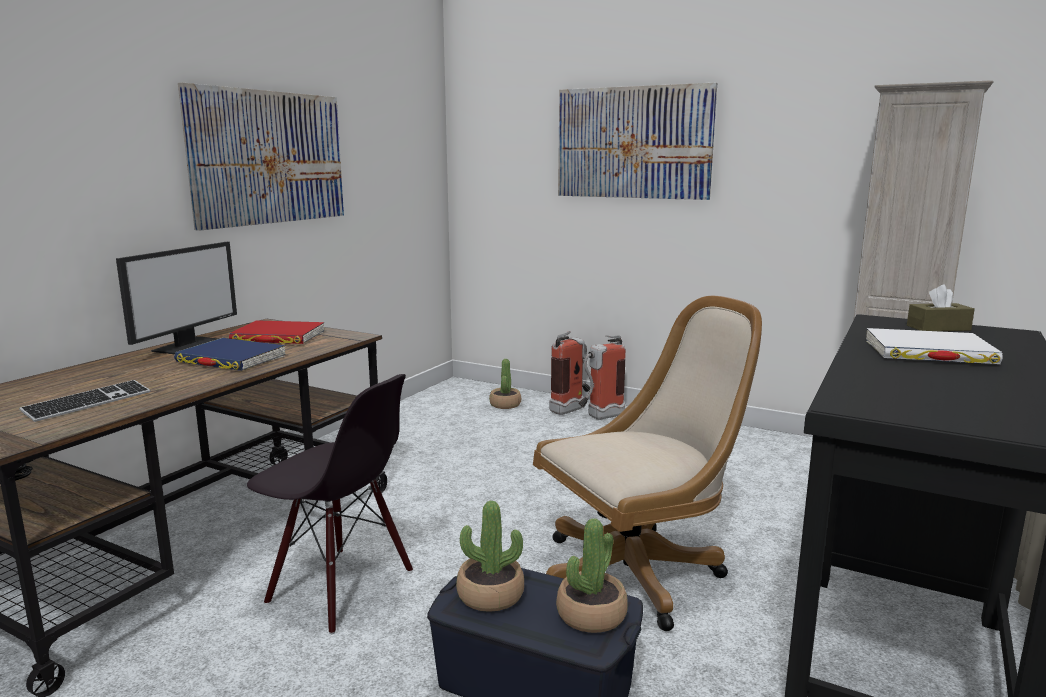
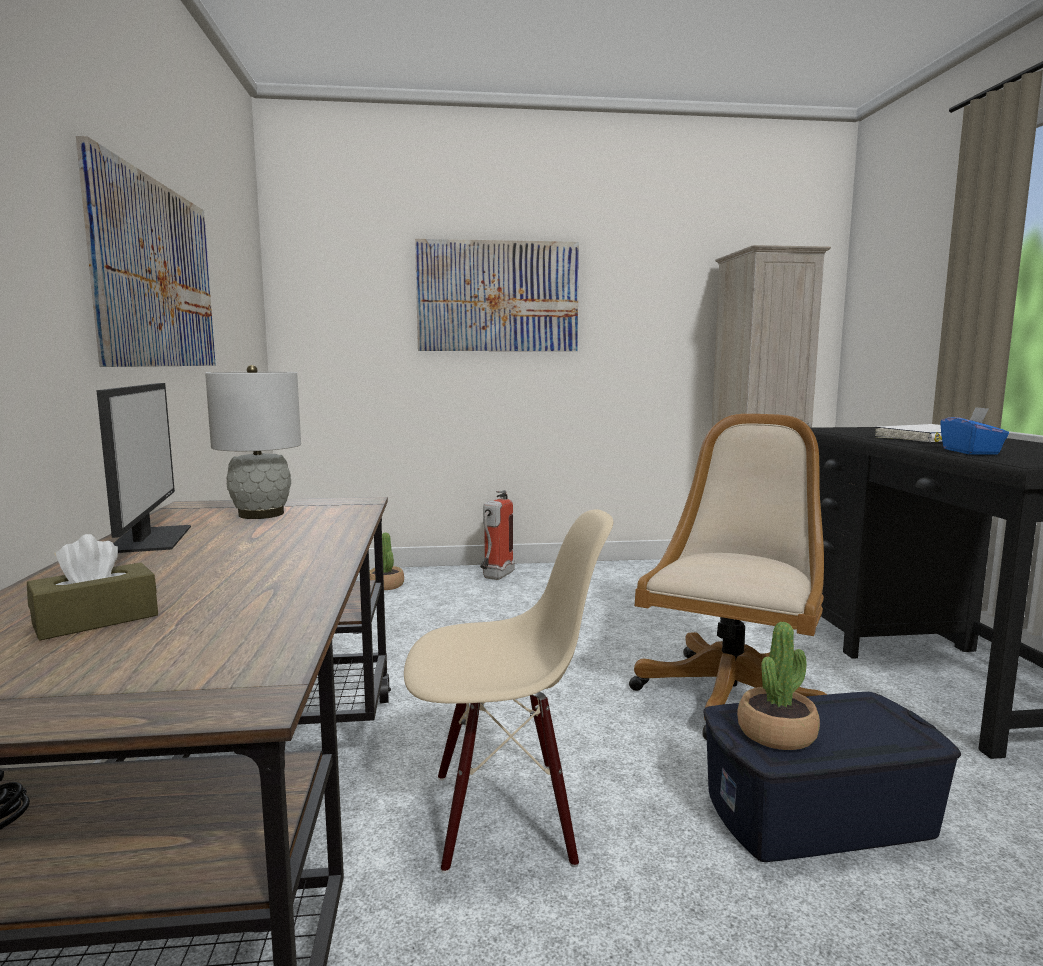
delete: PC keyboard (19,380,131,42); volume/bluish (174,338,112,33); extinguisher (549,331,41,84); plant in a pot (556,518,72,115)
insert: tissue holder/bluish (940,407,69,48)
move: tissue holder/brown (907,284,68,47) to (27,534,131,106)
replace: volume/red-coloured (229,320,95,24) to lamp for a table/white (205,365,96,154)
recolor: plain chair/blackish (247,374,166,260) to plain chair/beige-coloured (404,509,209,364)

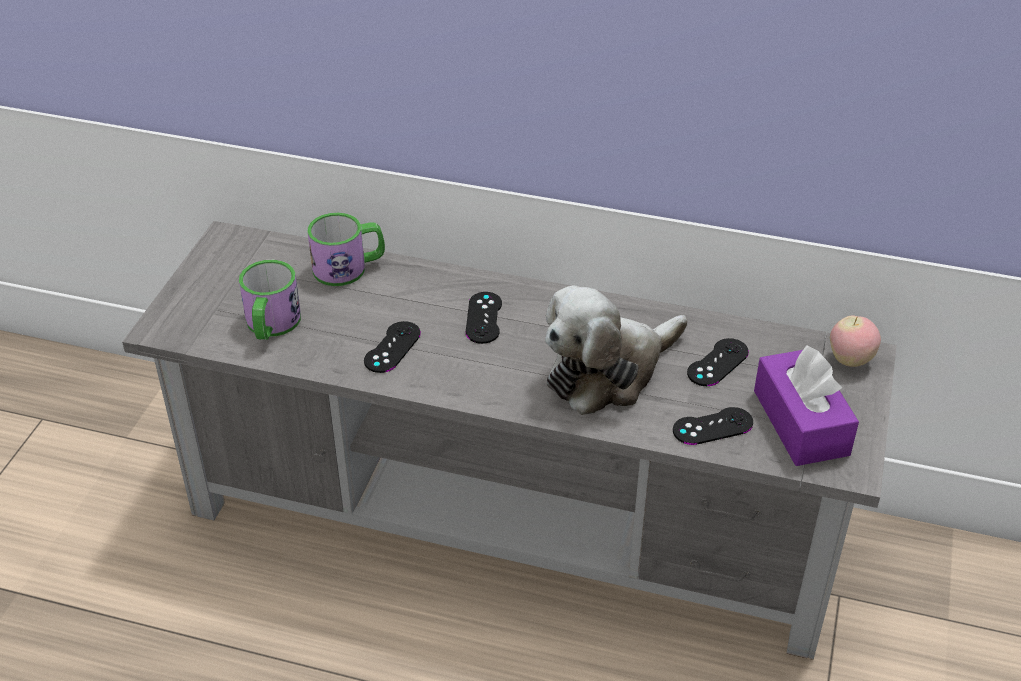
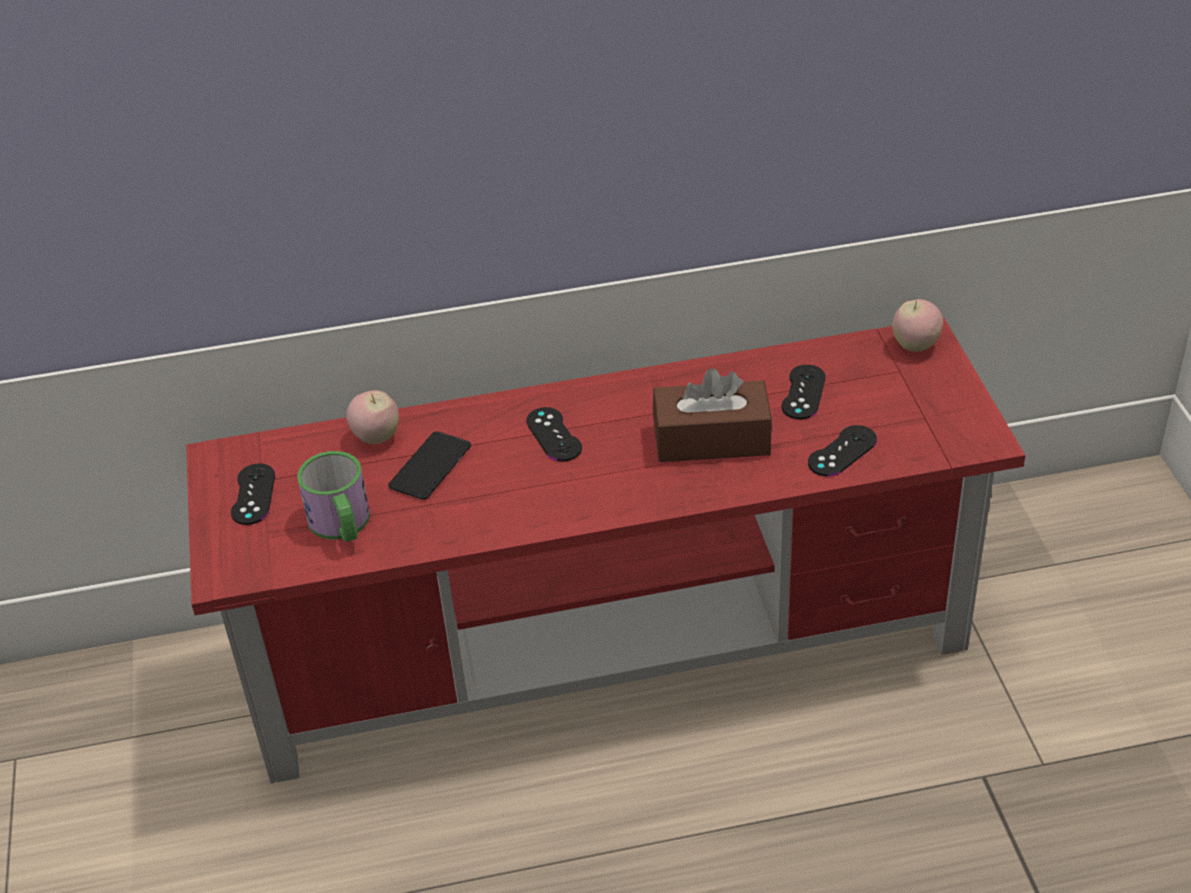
delete: tissue holder/purple-coloured (754,345,105,121)
insert: handset (388,432,83,68)
move: gamepad/blackish (364,321,57,52) to (231,463,44,62)
replace: tea mug (308,213,77,73) to apple (346,390,53,54); soft toy (545,285,142,130) to tissue holder/brown (653,368,119,94)
recolor: tv unit/gray (122,221,775,439) to tv unit/red-coloured (186,317,840,466)

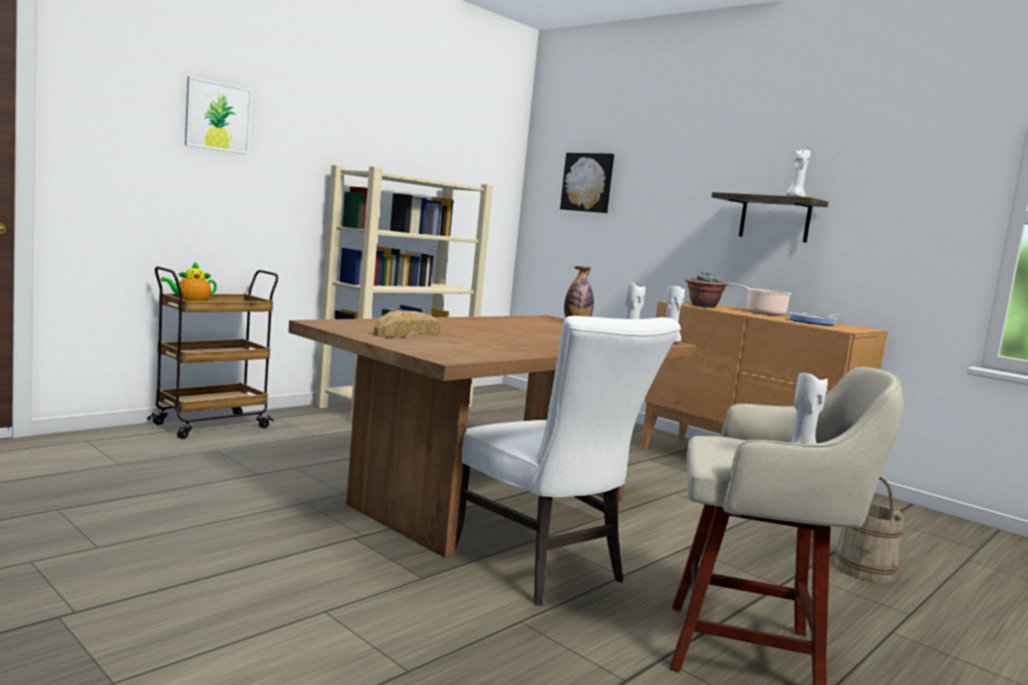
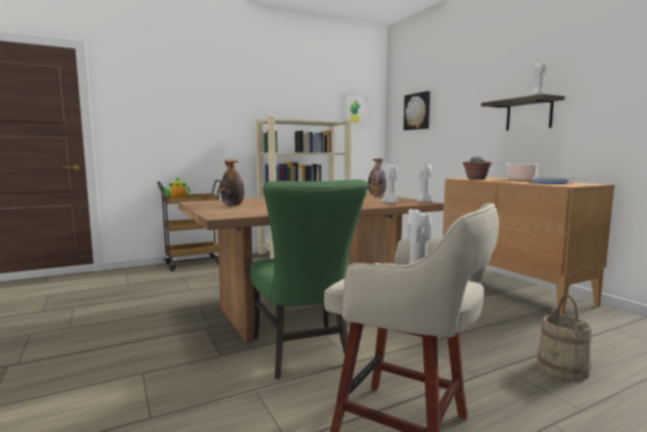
move: wall art (185,76,67,79) to (342,94,25,30)
replace: bakery bread (374,311,66,27) to drink bottle (220,159,24,47)
recolor: plain chair/white (455,316,226,290) to plain chair/green (250,179,119,200)

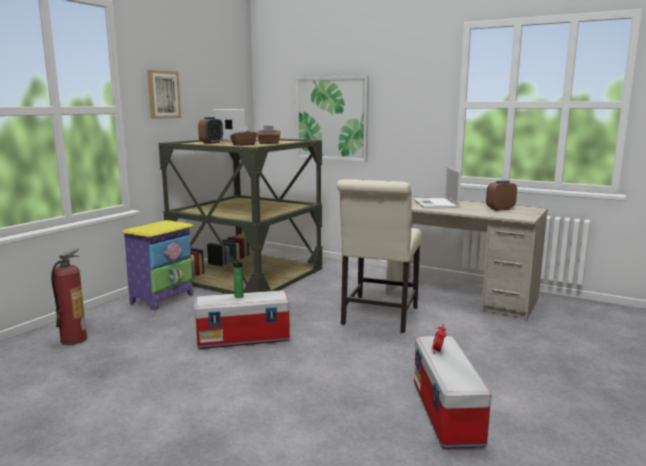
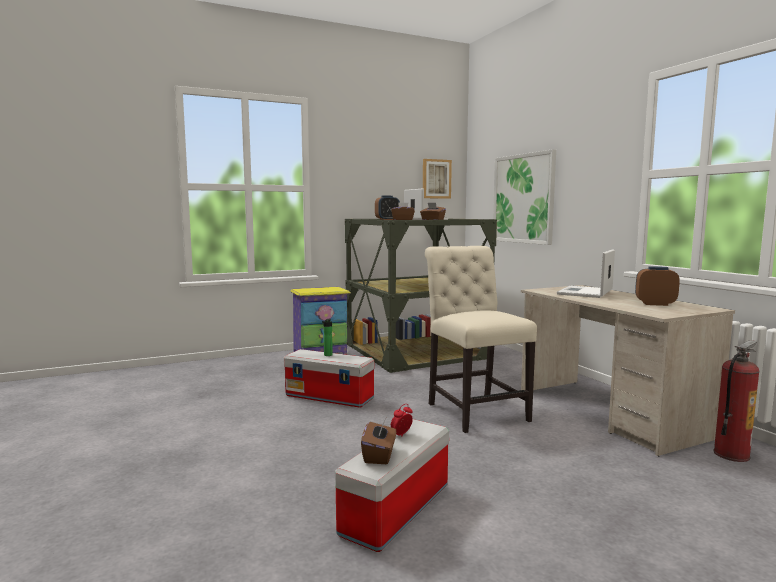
insert: tissue holder/brown (361,418,35,46)
move: extinguisher (51,248,36,97) to (714,340,45,122); wall art (147,70,34,49) to (423,159,29,40)
rotate: plain chair/beige-coloured (337,180,85,153) = (425,246,112,187) 105 degrees clockwise

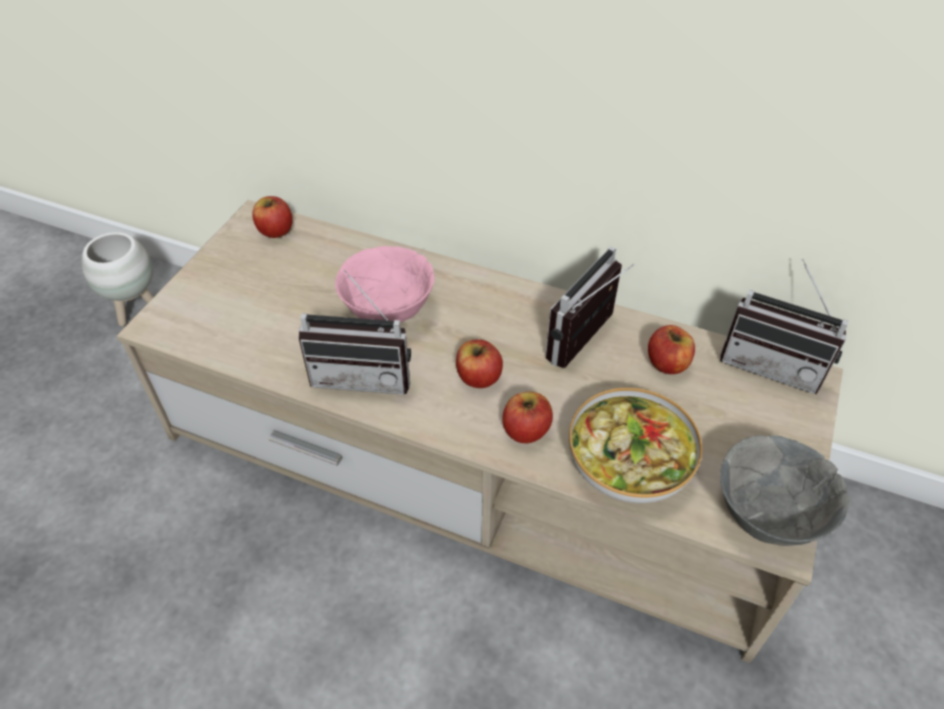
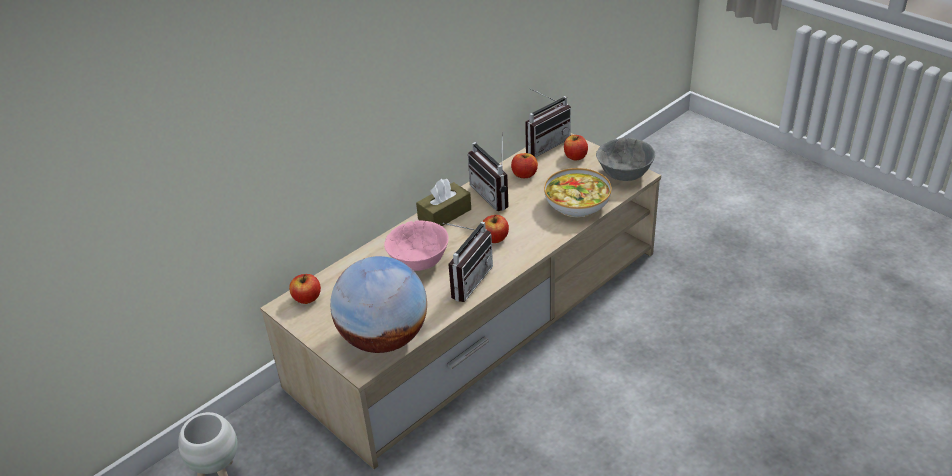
insert: globe (330,256,97,97); tissue holder/brown (416,179,55,47)
move: apple (502,392,51,51) to (564,135,24,26)

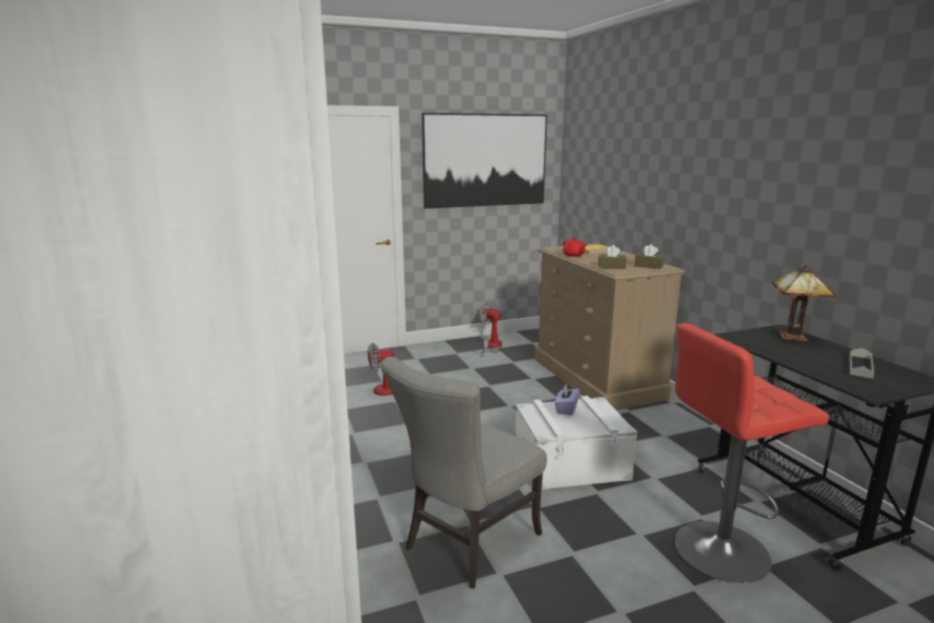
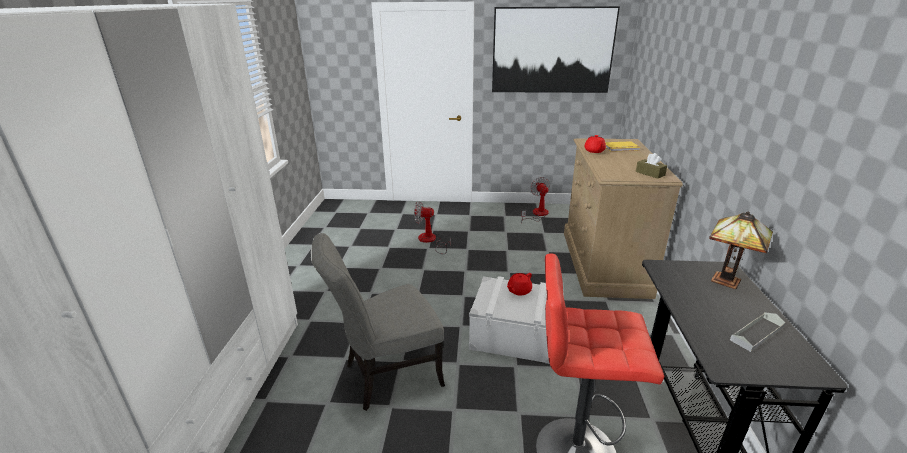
delete: tissue holder/brown (598,245,28,24)
replace: tissue holder/purple-coloured (555,385,24,30) to teapot/red-coloured (507,273,25,23)

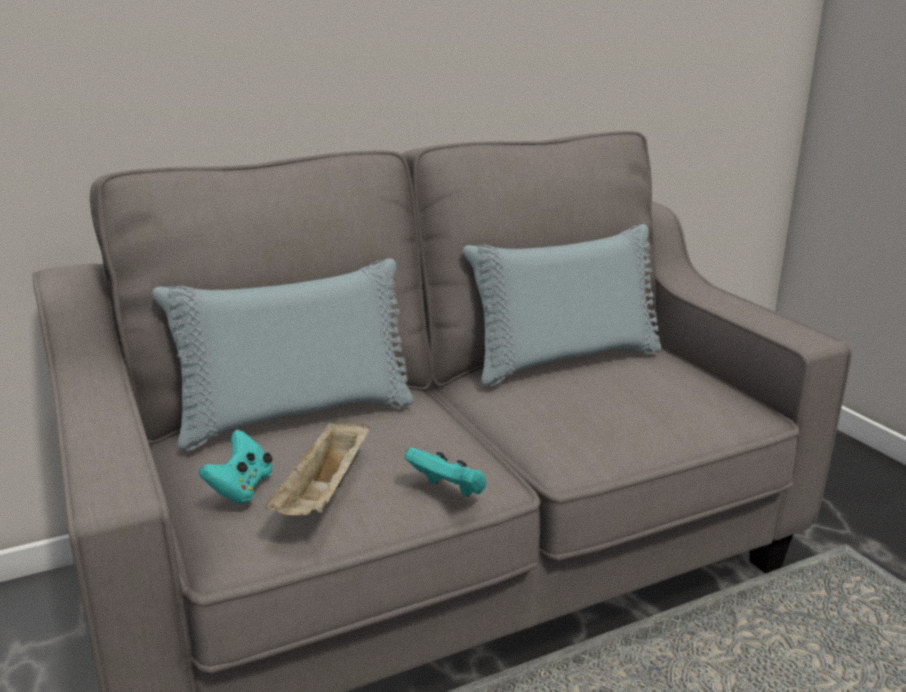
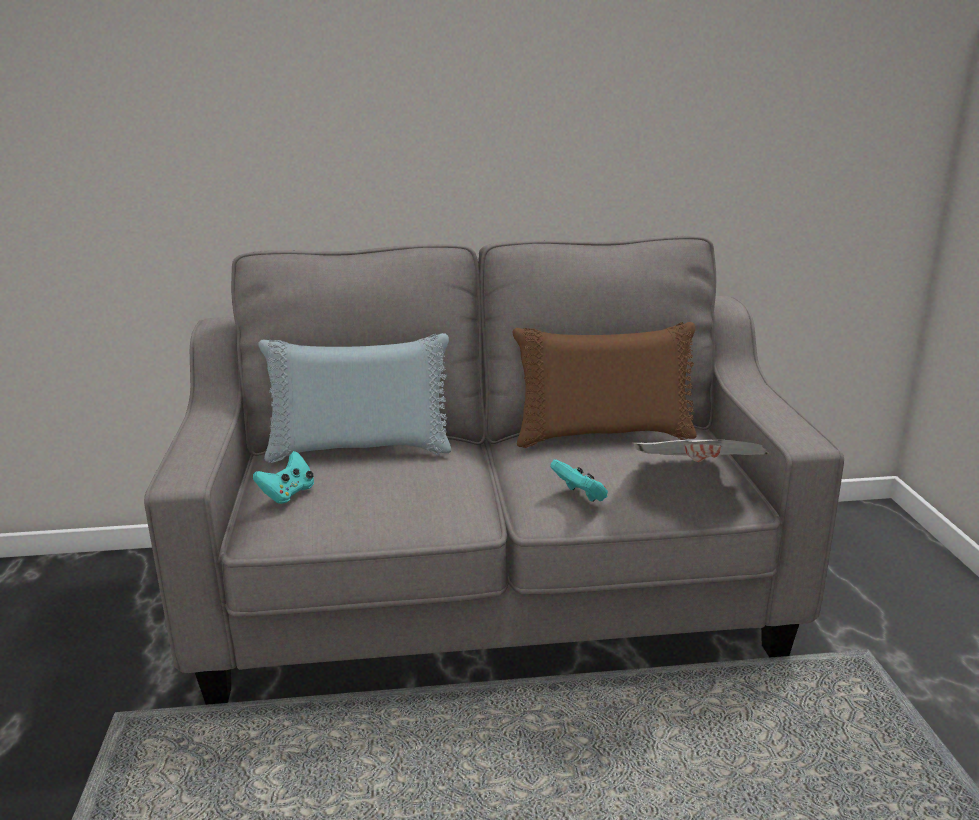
delete: tray/beige-coloured (265,418,105,97)
insert: newspaper (633,439,136,23)
move: gamepad/turquoise-coloured (405,448,81,49) to (550,459,58,43)
recolor: cushion/bluish (463,224,198,162) to cushion/brown (512,322,185,126)

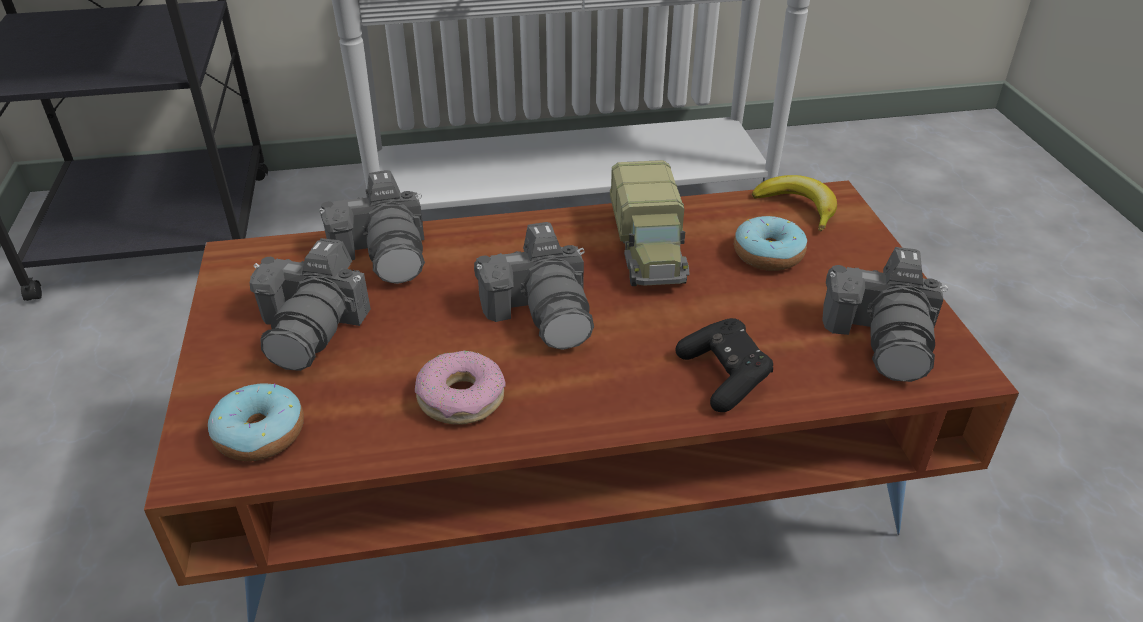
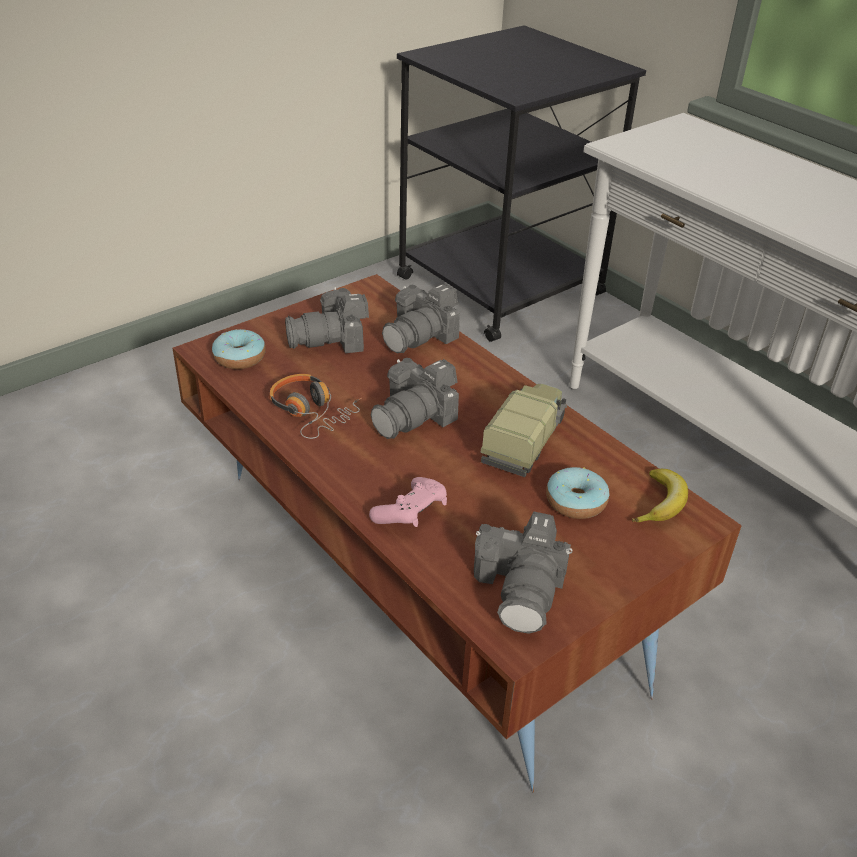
replace: doughnut (415,350,91,75) to headphones (269,374,93,65)
recolor: gamepad/blackish (675,318,98,94) to gamepad/pink-coloured (369,477,78,50)
rotate: toy truck (610,160,80,126) = (481,384,86,93) 150 degrees clockwise; still camera (822,247,126,135) = (474,512,99,122) 60 degrees counterclockwise

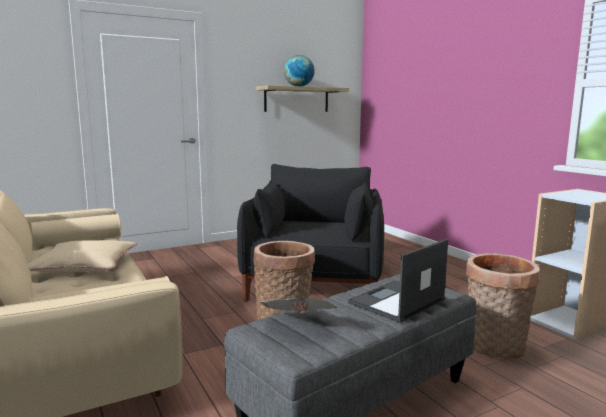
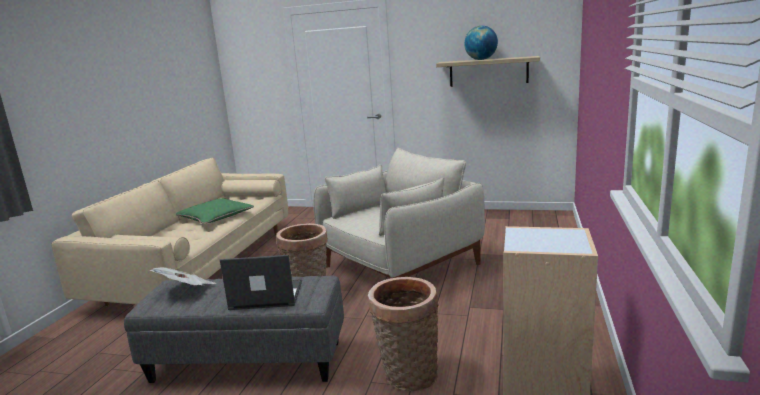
recolor: cushion/beige-coloured (28,240,109,32) to cushion/green (176,198,78,26); easy chair/blackish (237,164,147,138) to easy chair/beige-coloured (313,148,172,130)

